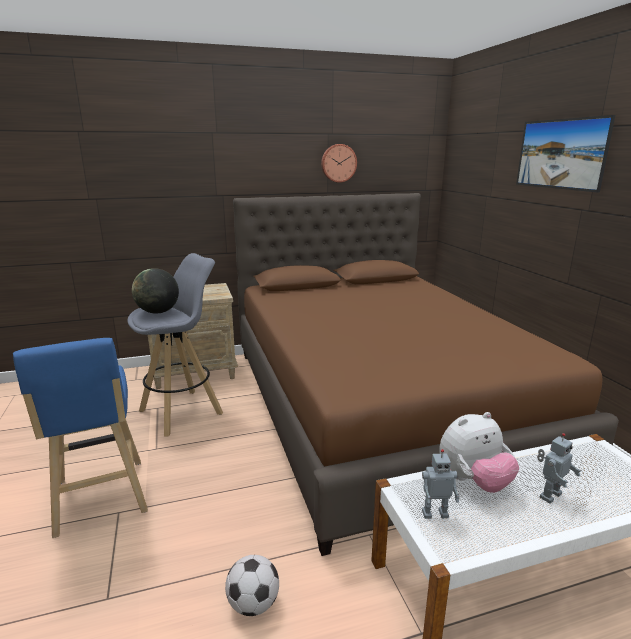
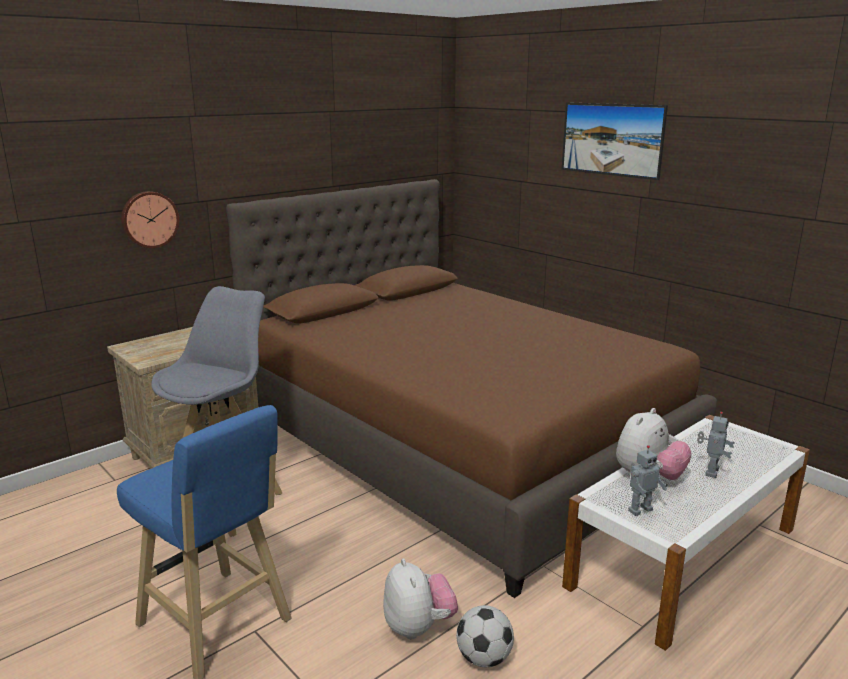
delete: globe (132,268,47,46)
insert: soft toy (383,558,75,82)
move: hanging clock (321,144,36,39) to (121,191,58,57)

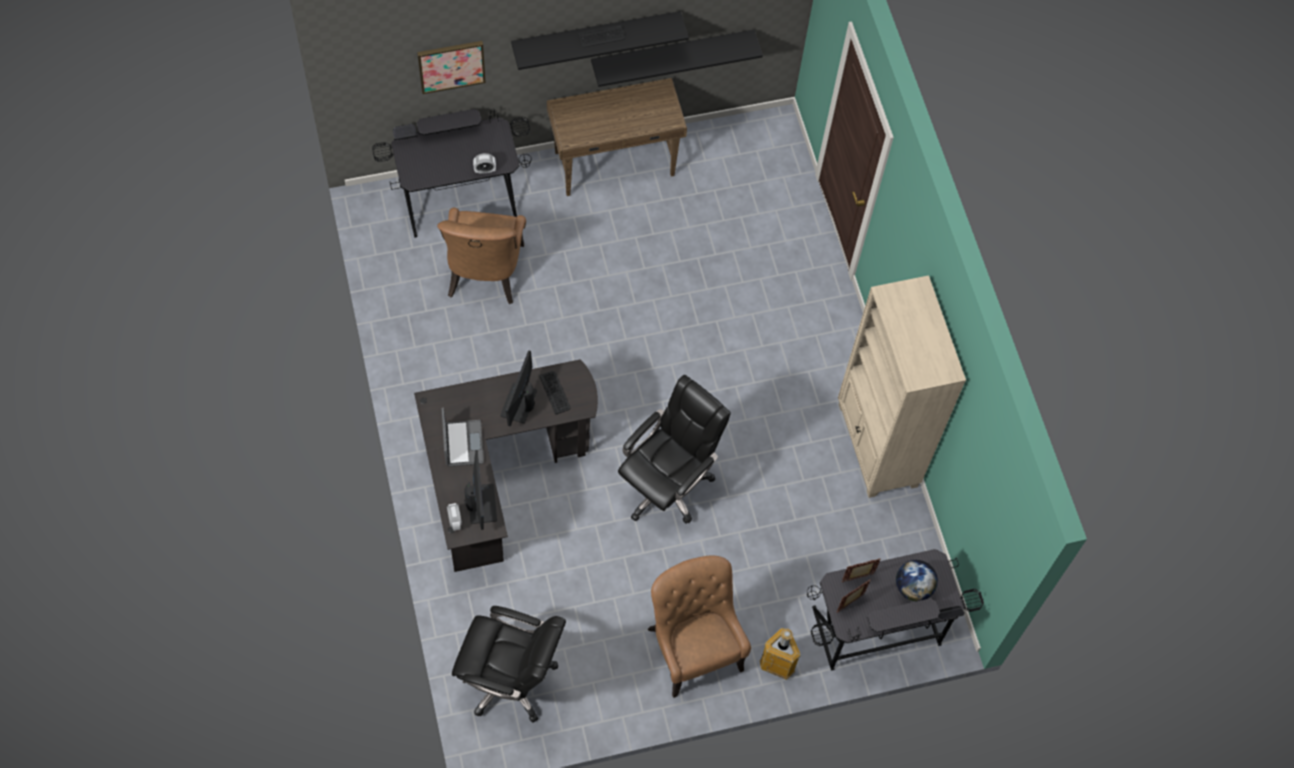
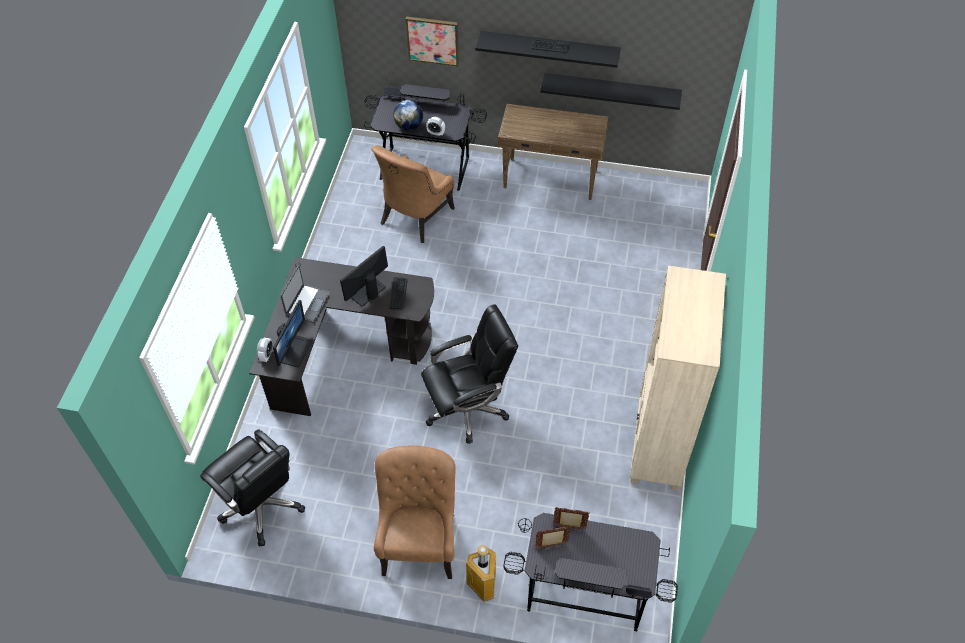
move: globe (896,560,42,41) to (393,100,30,30)

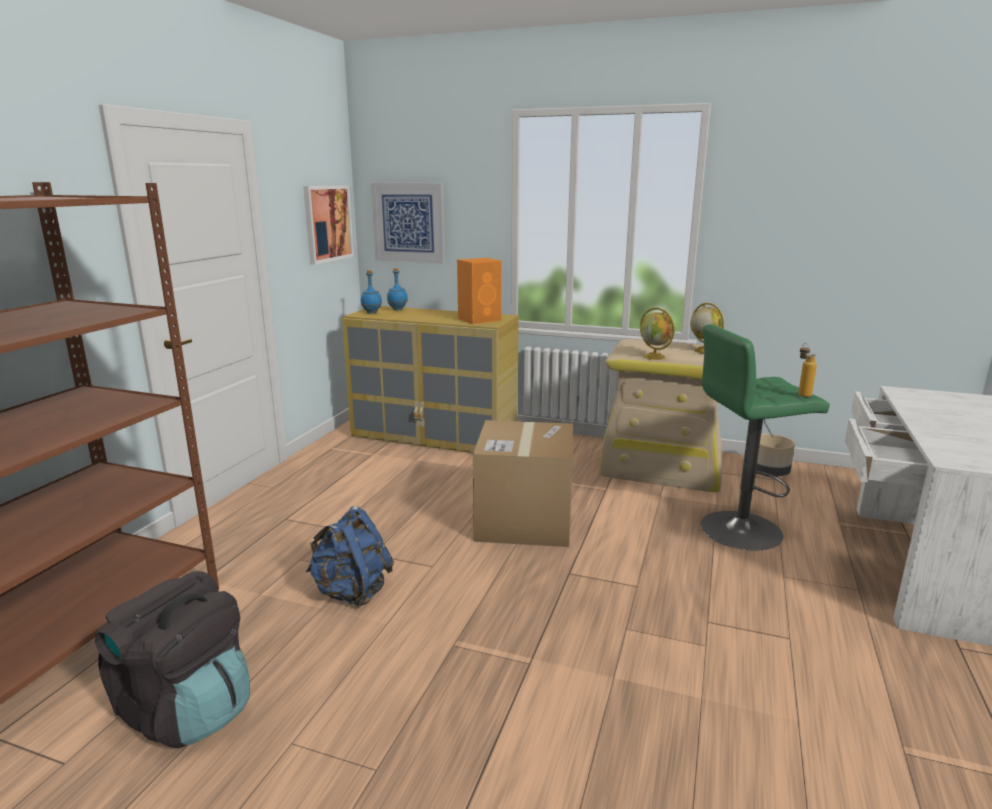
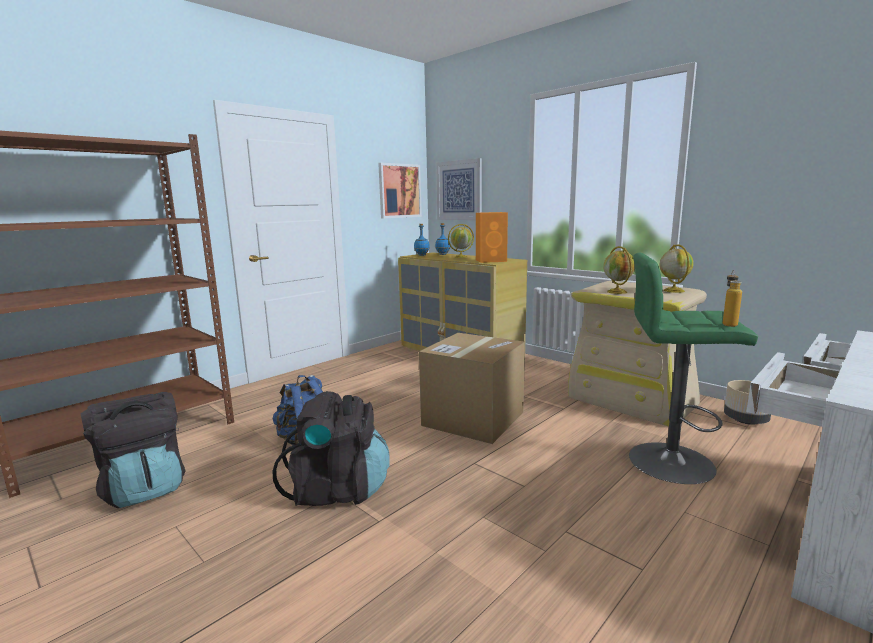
insert: backpack/blackish (272,391,118,115); globe (448,224,26,34)

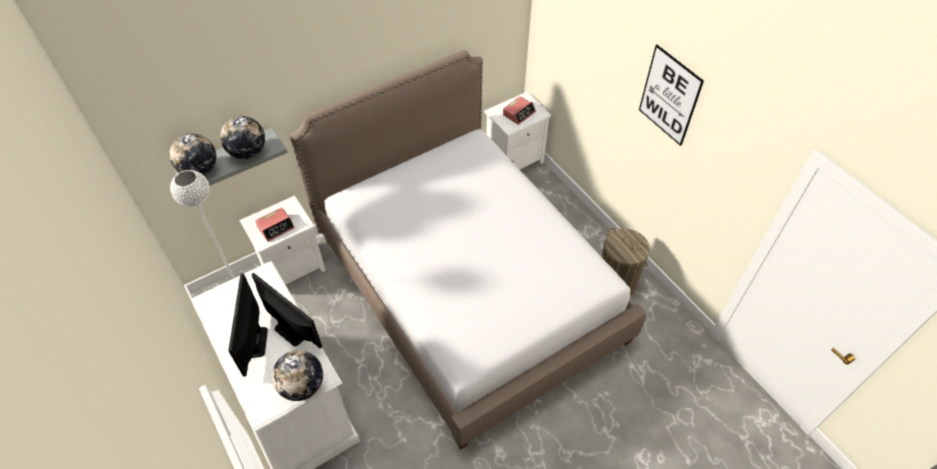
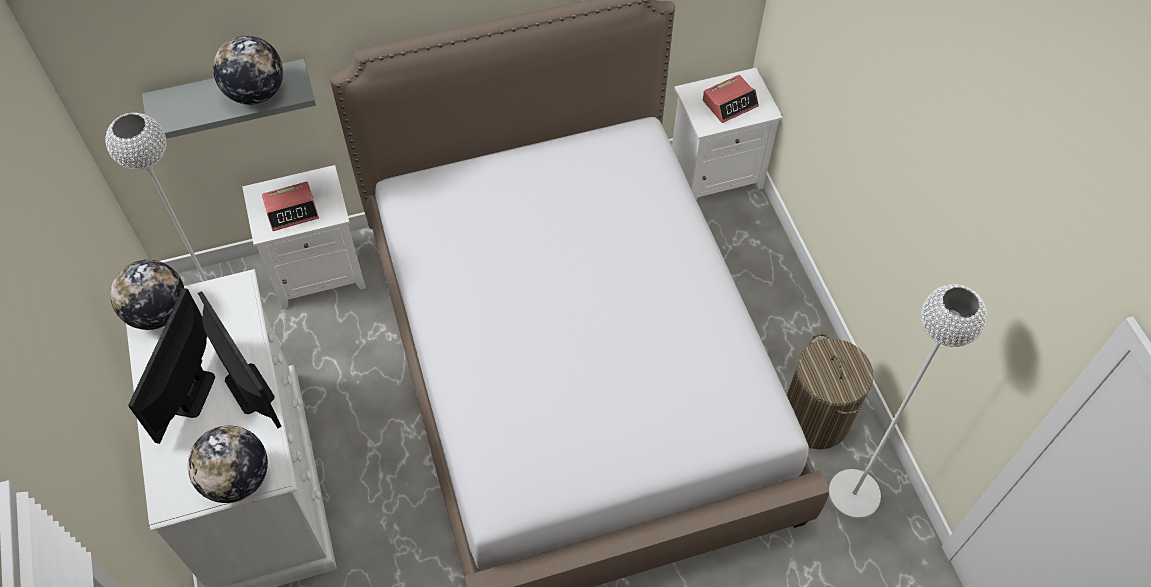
delete: wall art (639,45,65,101)
insert: standing lamp/white (828,284,159,236)
move: globe (169,134,47,41) to (110,260,74,70)

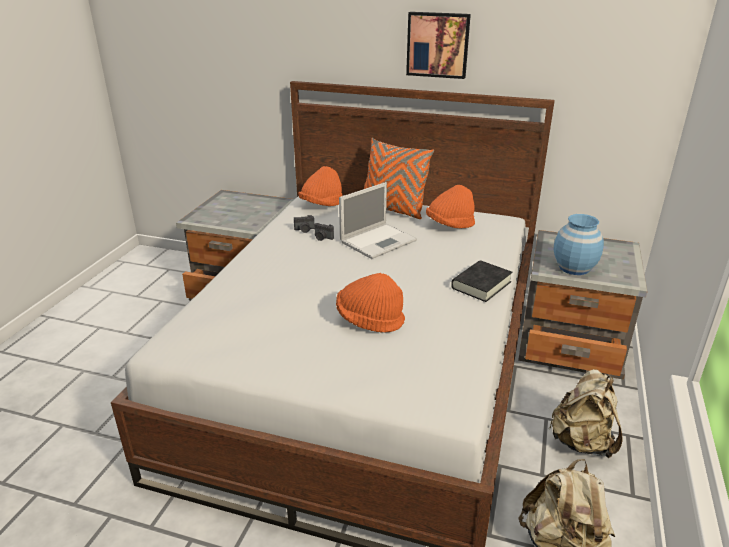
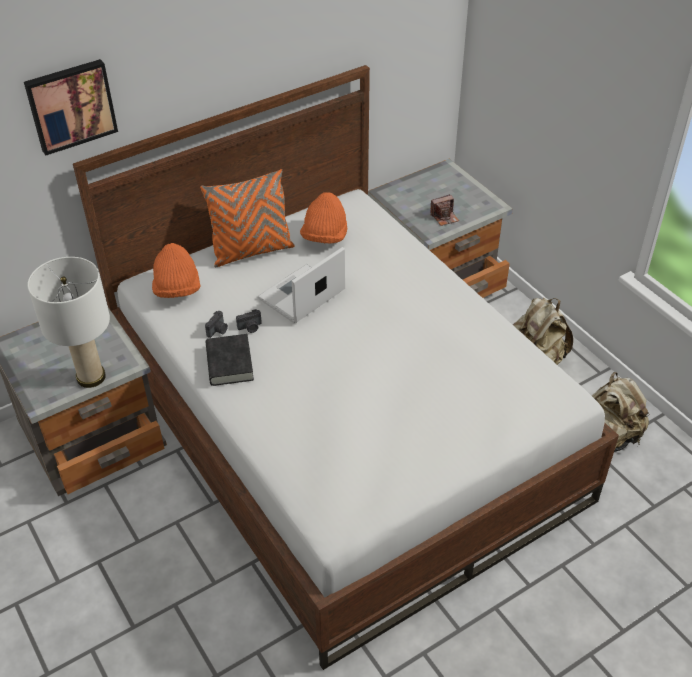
delete: wearable hat/orangey (336,273,69,60)
insert: lamp for a table/white (27,257,83,131)
move: wall art (406,12,65,67) to (24,59,94,96); volume/blackish (451,260,62,42) to (206,334,48,52)
replace: flower vase/bluish (554,214,50,61) to still camera (430,194,29,32)
rotate: portable computer (339,182,78,77) = (258,247,87,76) 135 degrees counterclockwise

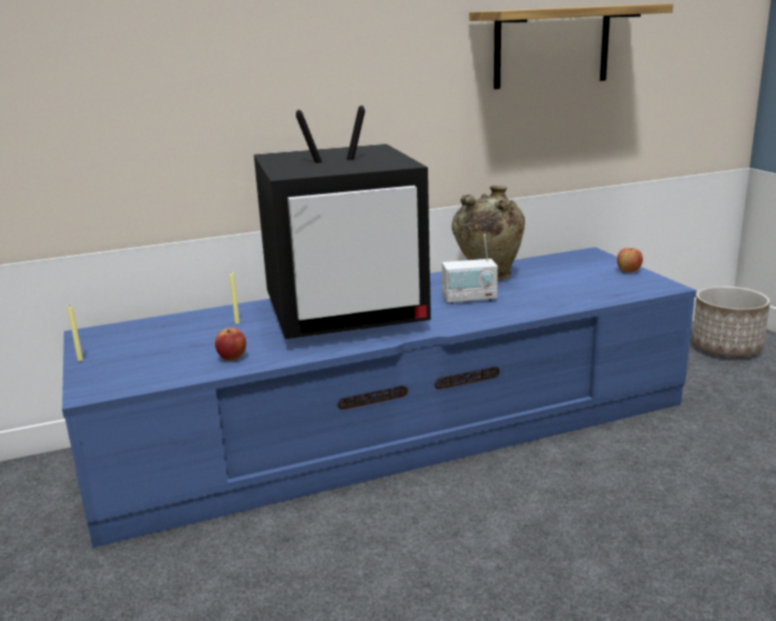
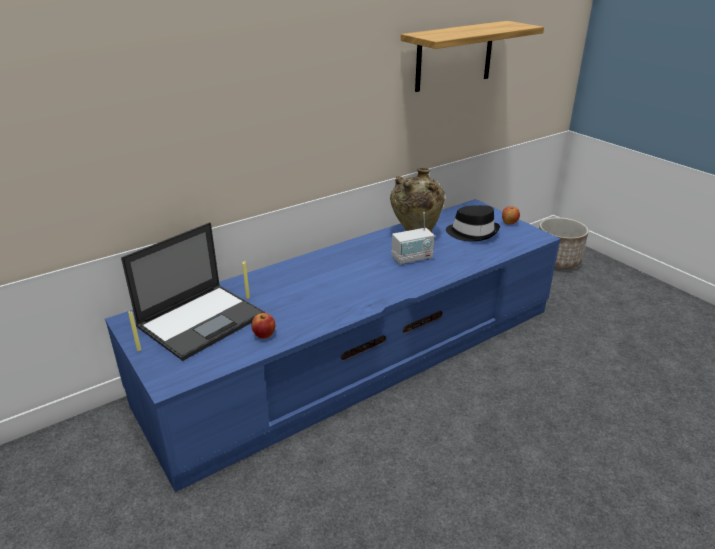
delete: TV set (254,105,177,235)
insert: portable computer (121,222,144,139); wearable hat/blackish (446,205,54,36)

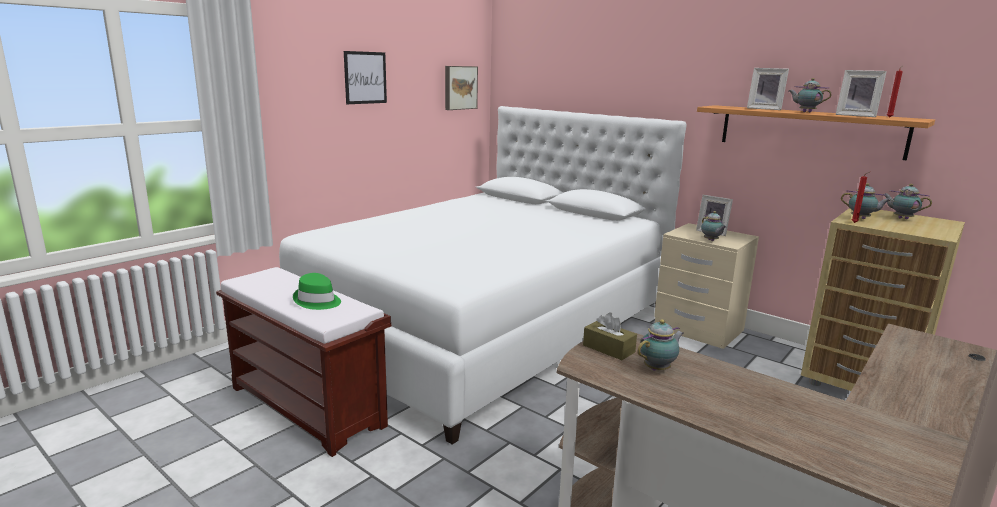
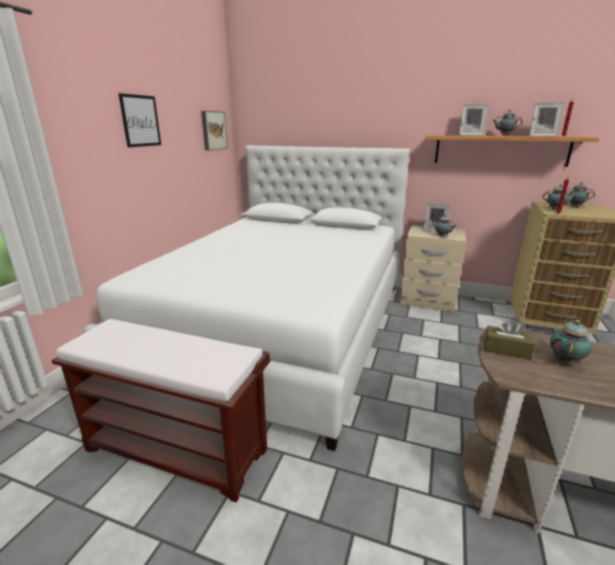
delete: wearable hat/green (293,273,48,37)

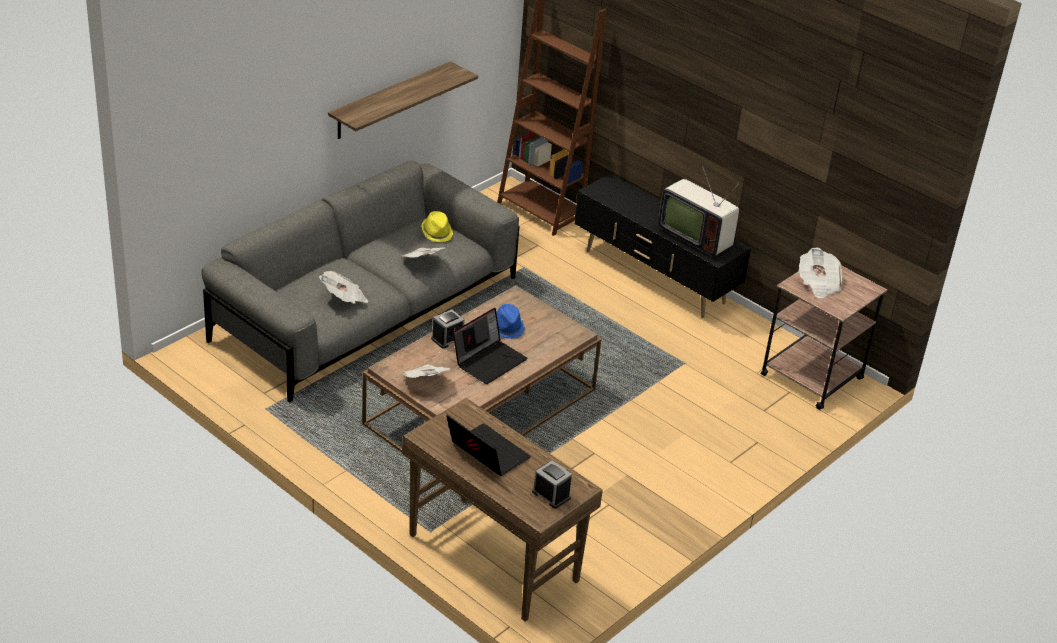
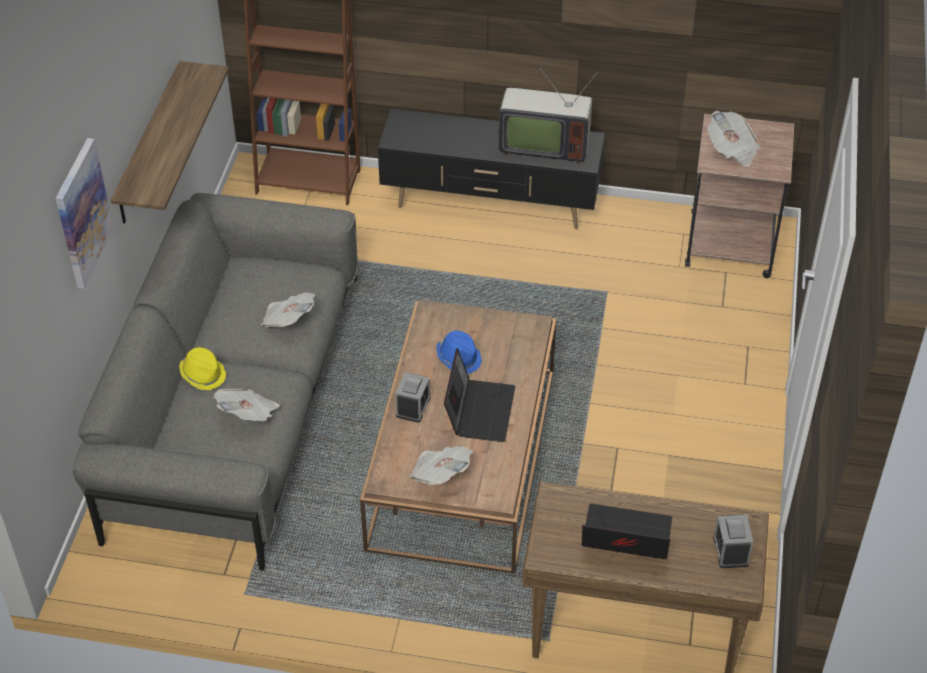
insert: wall art (56,138,58,151)
move: wearable hat/yellowish (421,211,32,31) to (179,347,47,43)
rotate: bedside clock (532,460,40,49) = (713,514,40,54) 105 degrees counterclockwise

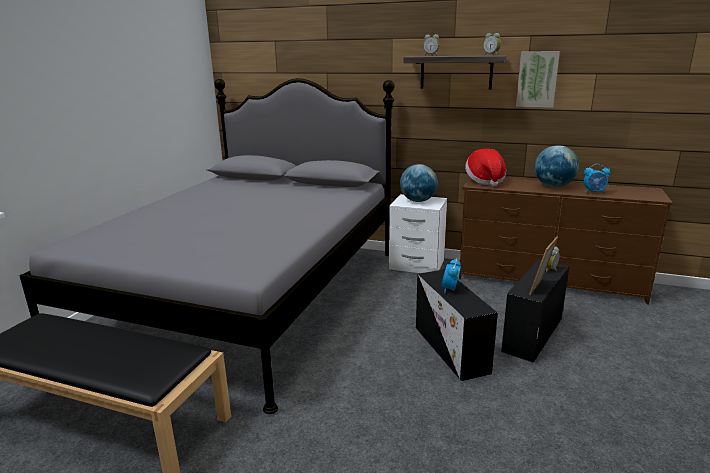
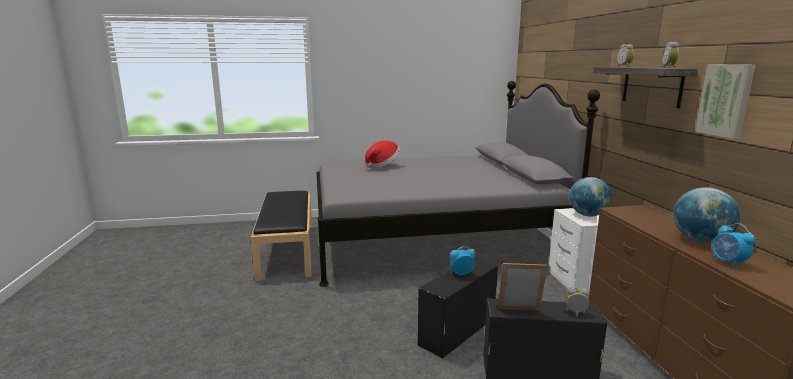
move: wearable hat (465,149,41,38) to (365,140,36,27)

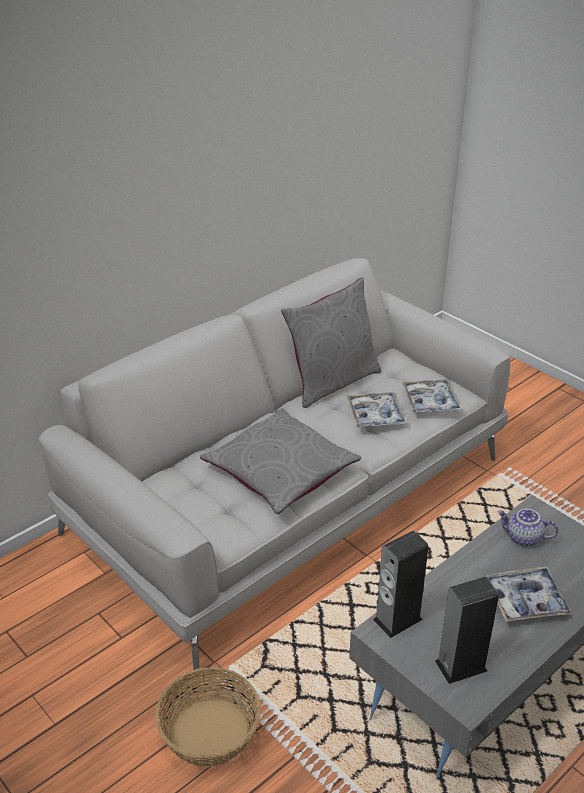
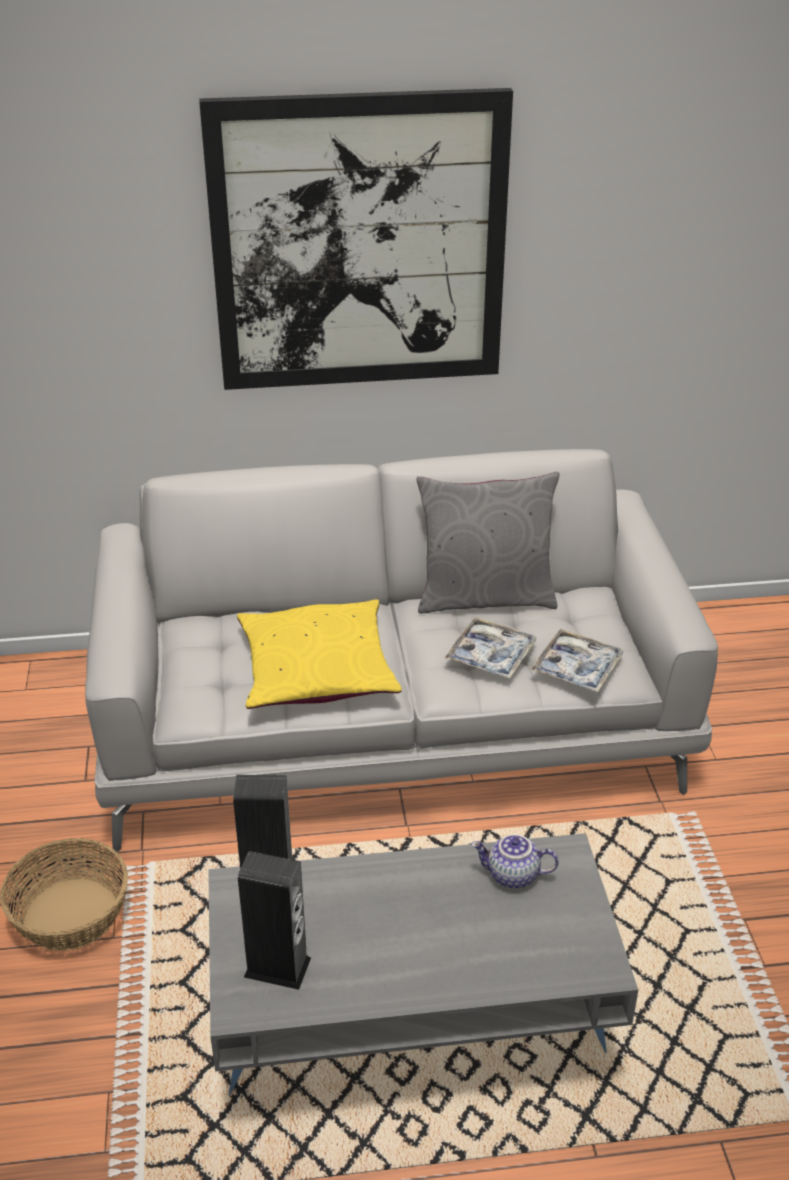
delete: tray (486,567,86,55)
insert: wall art (199,88,314,302)
recolor: cushion/gray (200,408,161,106) to cushion/yellowish (237,599,165,110)
rotate: teapot (497,509,61,38) = (471,834,88,55) 45 degrees counterclockwise

